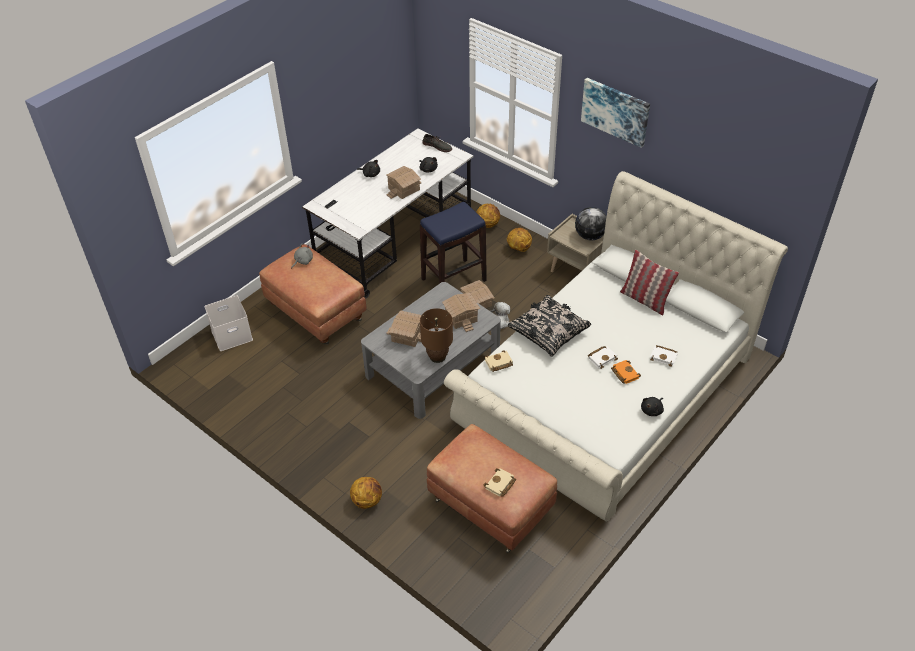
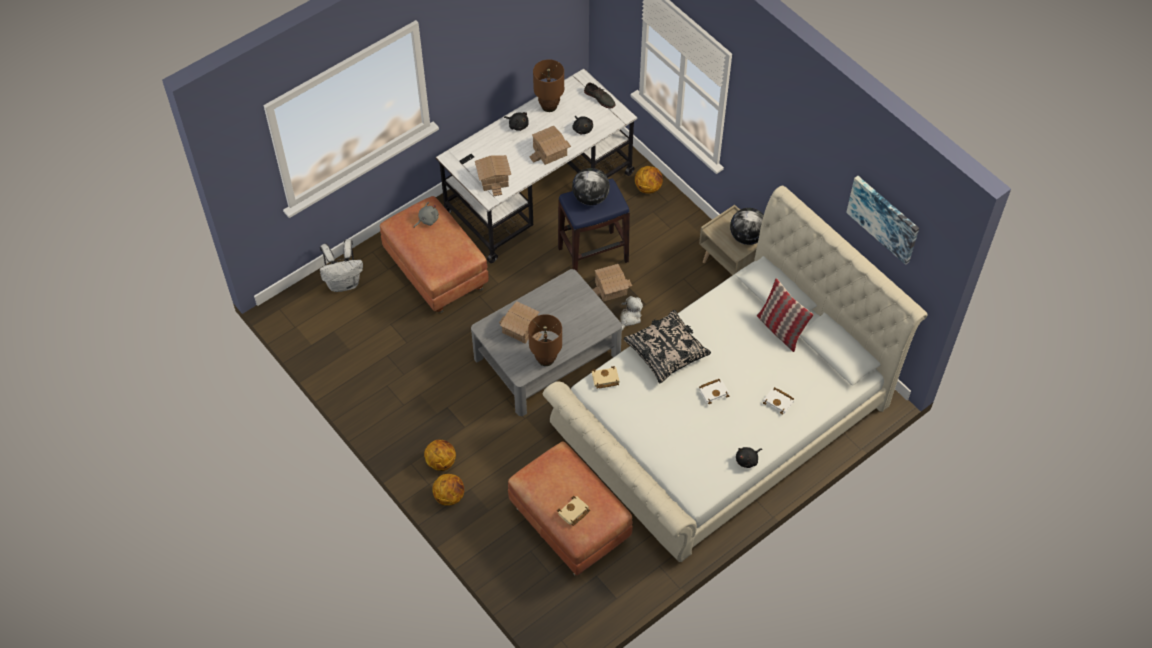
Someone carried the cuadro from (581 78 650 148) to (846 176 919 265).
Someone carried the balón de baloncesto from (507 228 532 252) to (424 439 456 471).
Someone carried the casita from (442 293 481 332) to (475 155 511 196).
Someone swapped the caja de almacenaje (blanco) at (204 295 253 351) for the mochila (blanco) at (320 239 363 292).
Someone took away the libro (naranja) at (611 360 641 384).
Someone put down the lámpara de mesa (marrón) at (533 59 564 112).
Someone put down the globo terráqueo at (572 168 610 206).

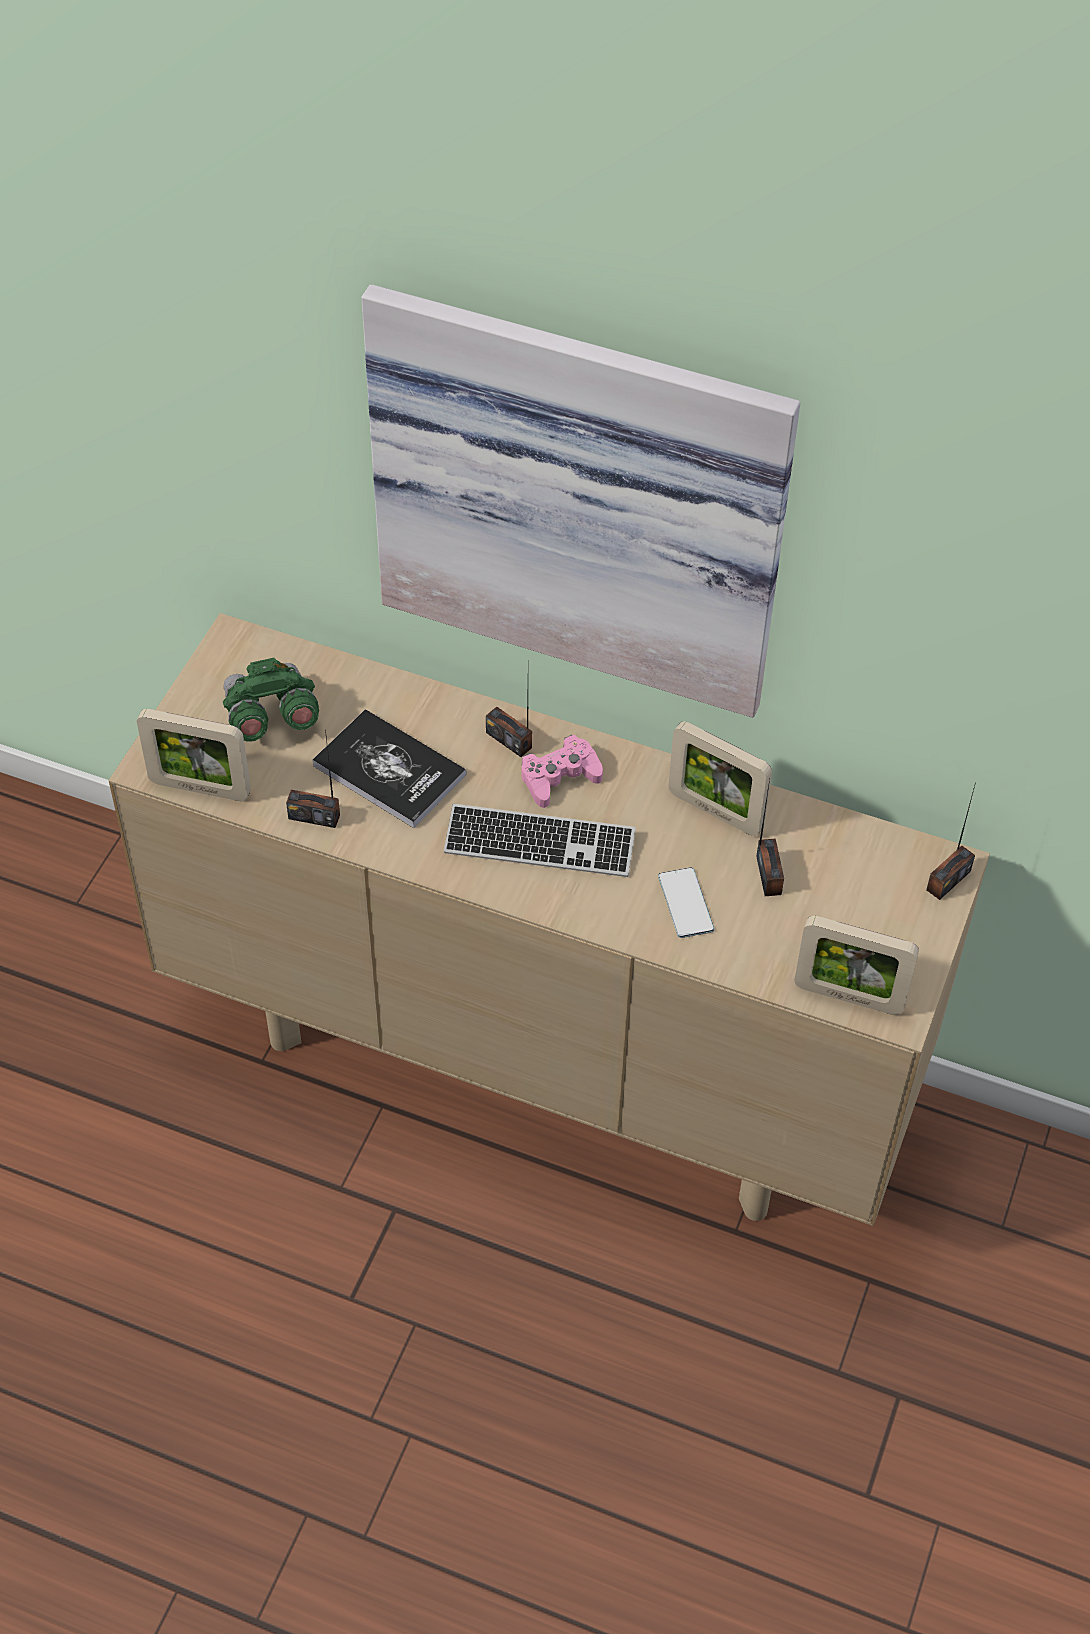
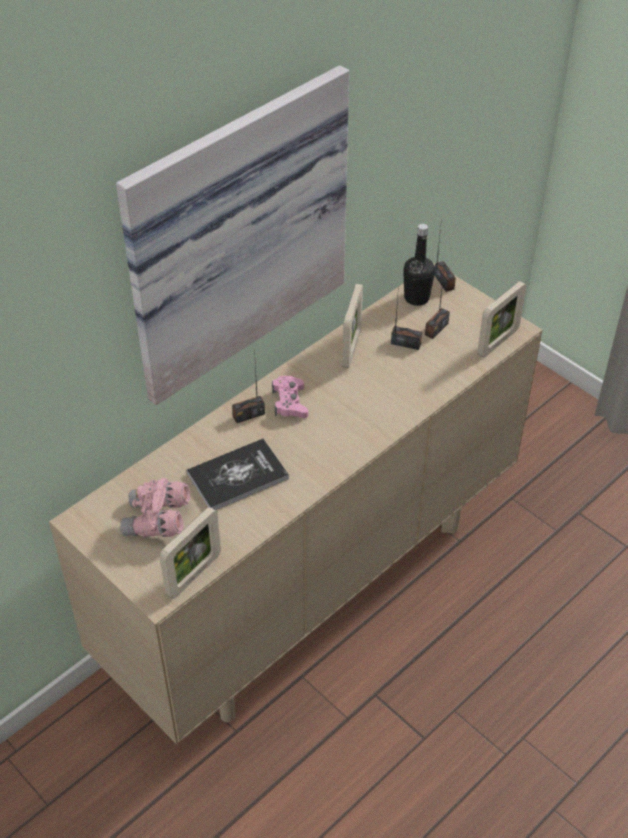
Someone repainted the prismáticos (verde) at (223 658 319 742), which became the prismáticos (rosa) at (120 478 190 537).
Someone rotated the portarretratos at (668 721 772 836) by 45 degrees counterclockwise.
Someone carried the radio from (286 730 340 828) to (425 263 450 339).
Someone took away the teclado at (444 804 636 877).
Someone took away the móvil at (658 867 714 938).
Someone put down the botella (negro) at (403 224 435 306).

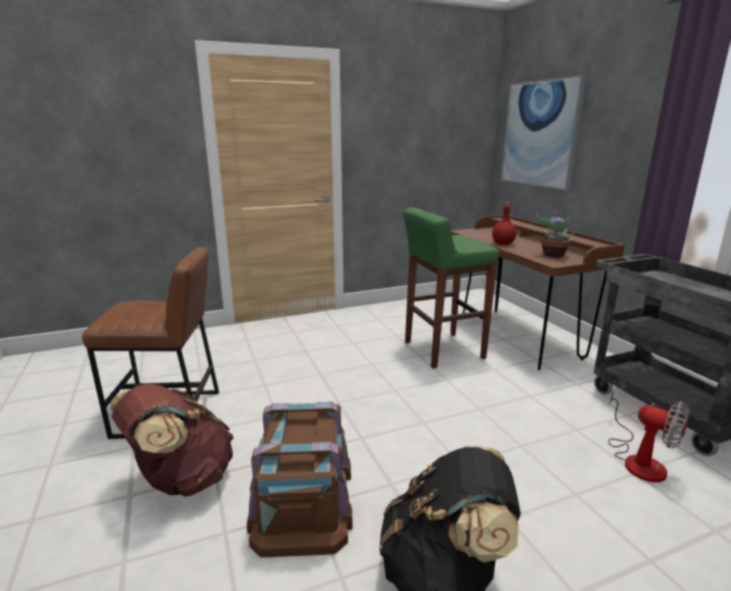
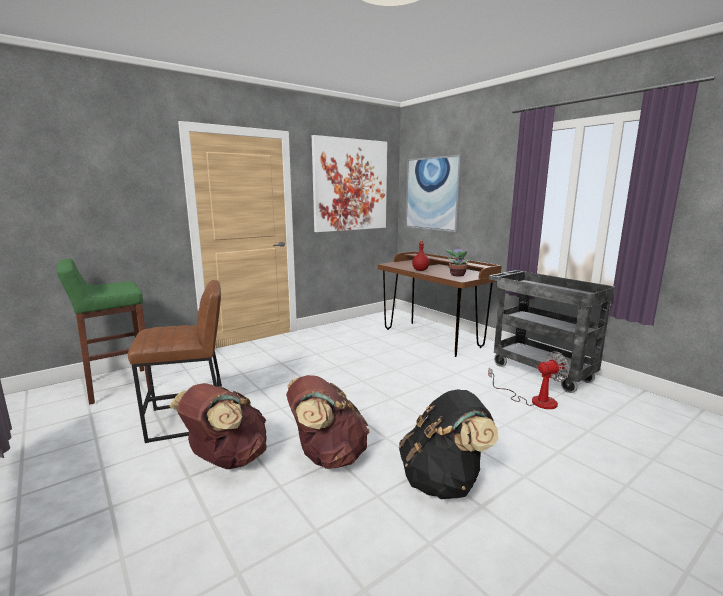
Someone carried the taburete (verde) from (403 207 499 368) to (57 259 150 405).
Someone rotated the ventilador at (608 391 690 482) by 45 degrees counterclockwise.
Someone swapped the caja de almacenaje (marrón) at (247 402 353 557) for the mochila (marrón) at (286 375 370 469).
Someone put up the cuadro at (312 135 387 232).

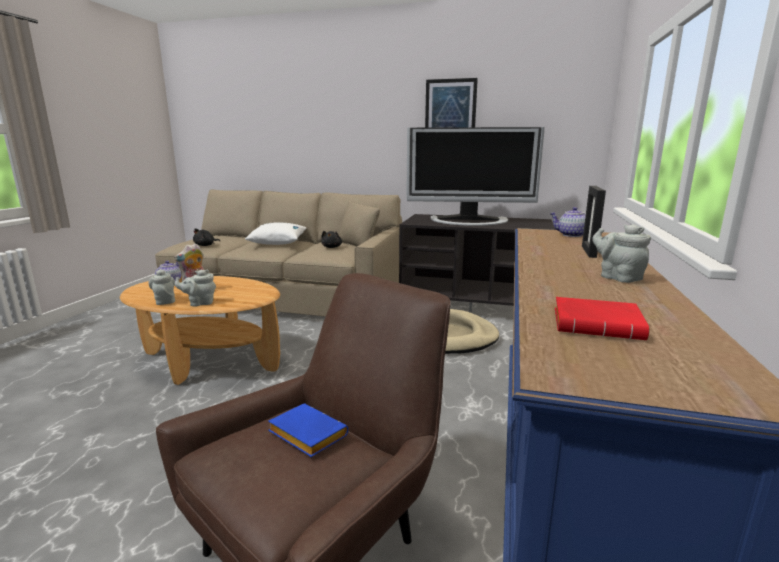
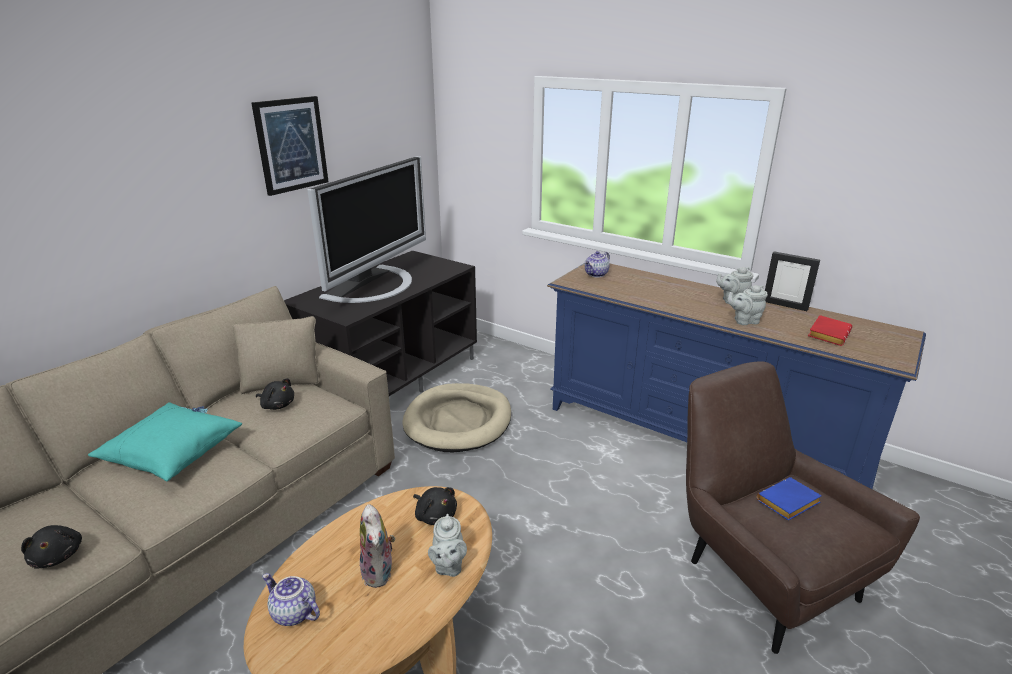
Someone carried the portarretratos from (582 186 606 258) to (765 251 820 311).
Someone repainted the cojín (blanco) at (245 222 306 245), which became the cojín (turquesa) at (88 402 242 482).
Someone carried the tetera (gris) from (149 269 175 305) to (727 285 768 325).
Someone put down the peluche (negro) at (413 487 457 525).

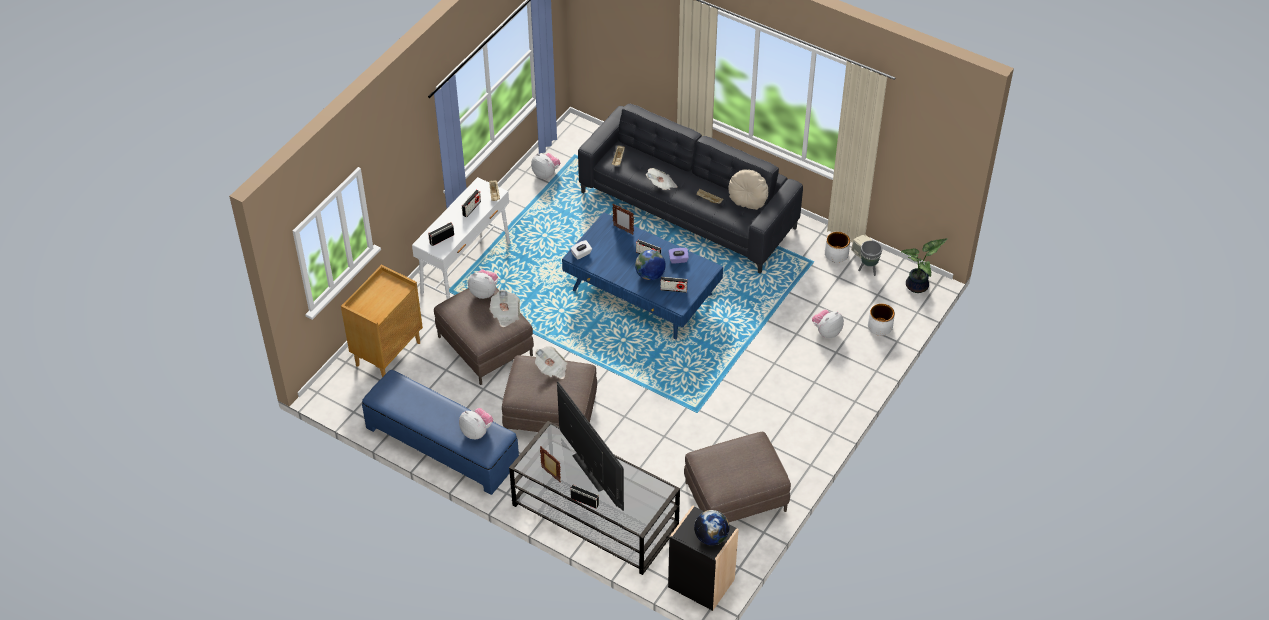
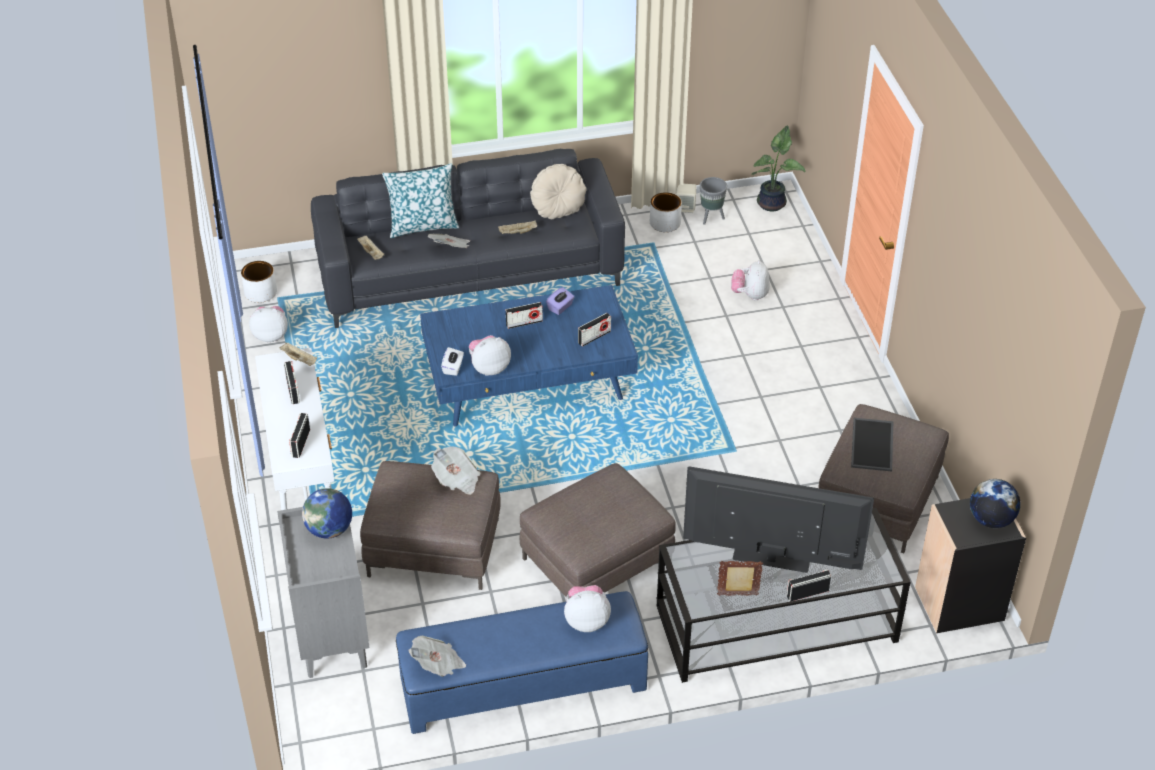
Someone took away the portarretratos at (612 204 634 235).
Someone carried the globo terráqueo from (635 250 666 280) to (302 488 352 538).
Someone repainted the armario (marrón) at (341 264 423 377), which became the armario (gris) at (277 507 370 678).
Someone carried the peluche from (468 269 498 299) to (469 335 511 376).
Someone carried the maceta (blanco) from (868 303 895 336) to (241 261 277 303).
Someone carried the periódico from (535 346 568 379) to (408 635 466 677).
Someone put down the cojín at (382 163 459 238).
Someone put down the bandeja at (851 418 893 472).

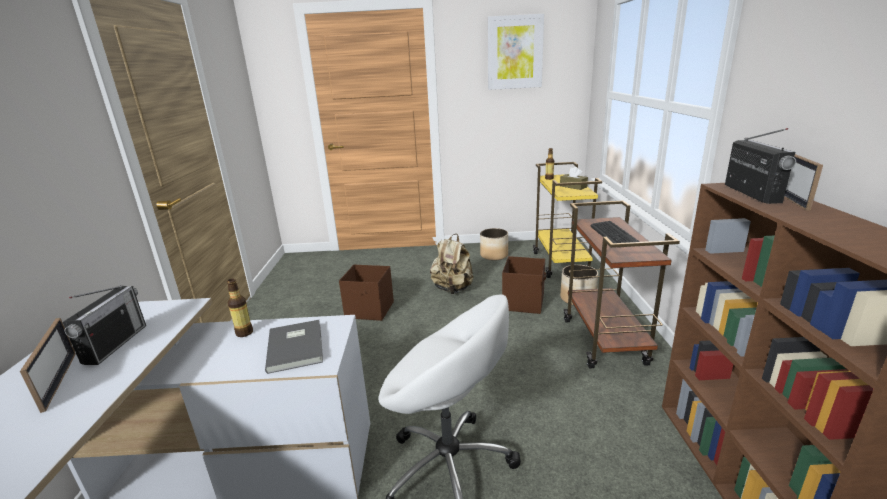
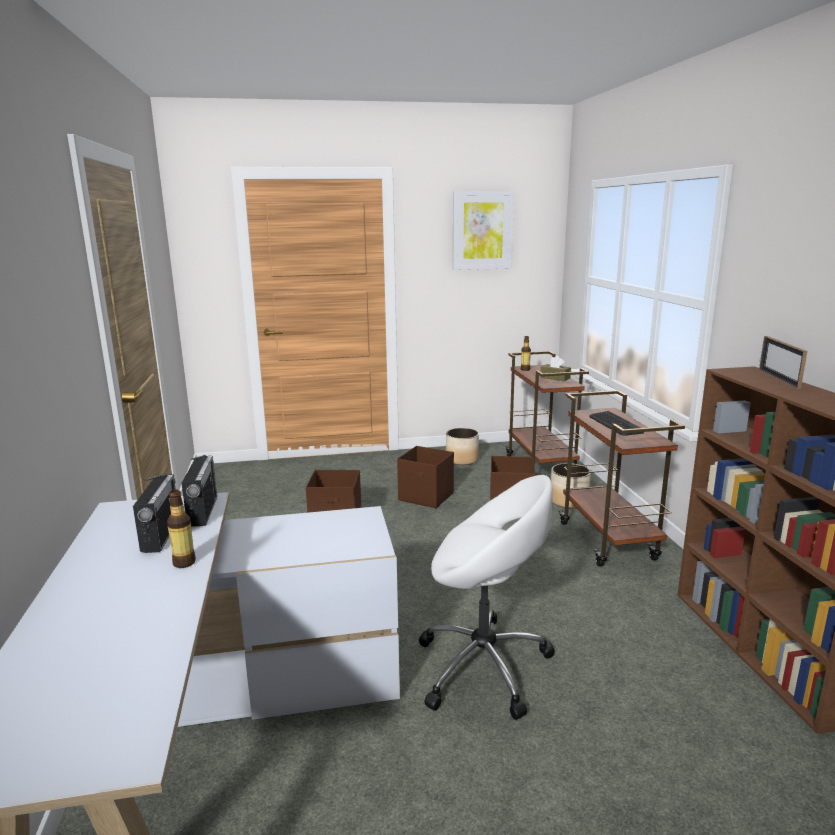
Someone carried the radio from (725 128 796 204) to (181 455 217 527).
Someone repainted the carrito (amarillo) at (533 162 602 278), which became the carrito (marrón) at (505 351 589 466).
Someone swapped the mochila (beis) at (430 234 474 294) for the caja de almacenaje (marrón) at (397 446 454 508).
Someone carried the botella from (227 279 253 337) to (167 490 196 568).
Someone took away the portarretratos at (20 318 76 413).
Someone took away the libro (gris) at (265 320 323 374).

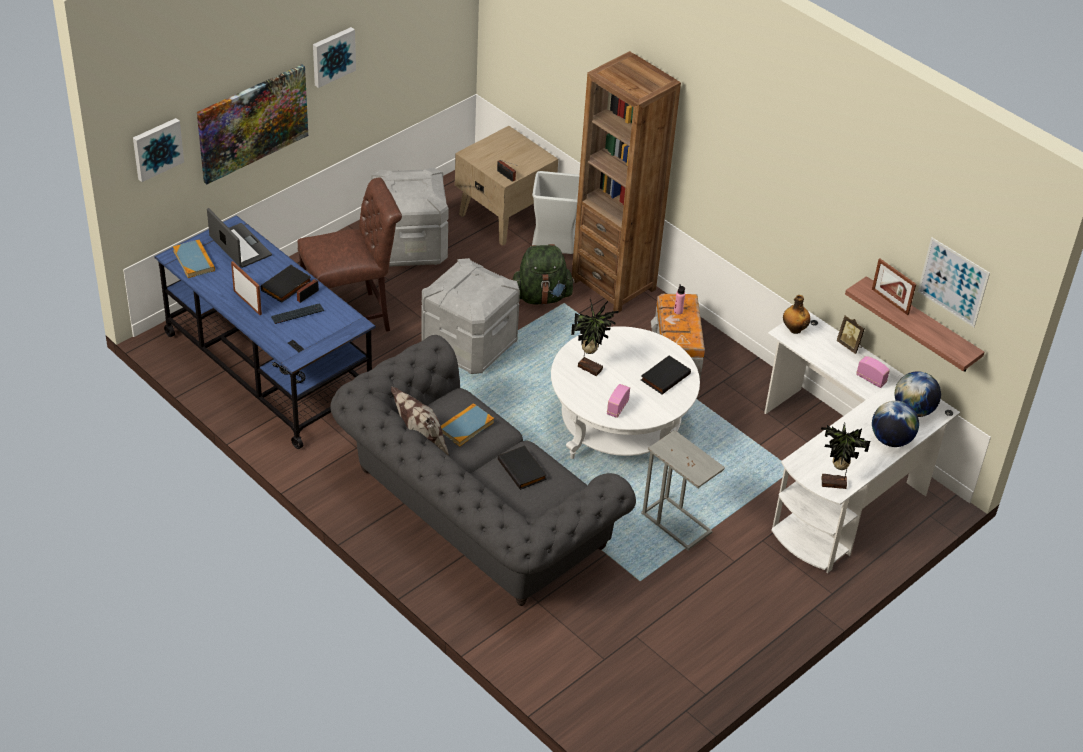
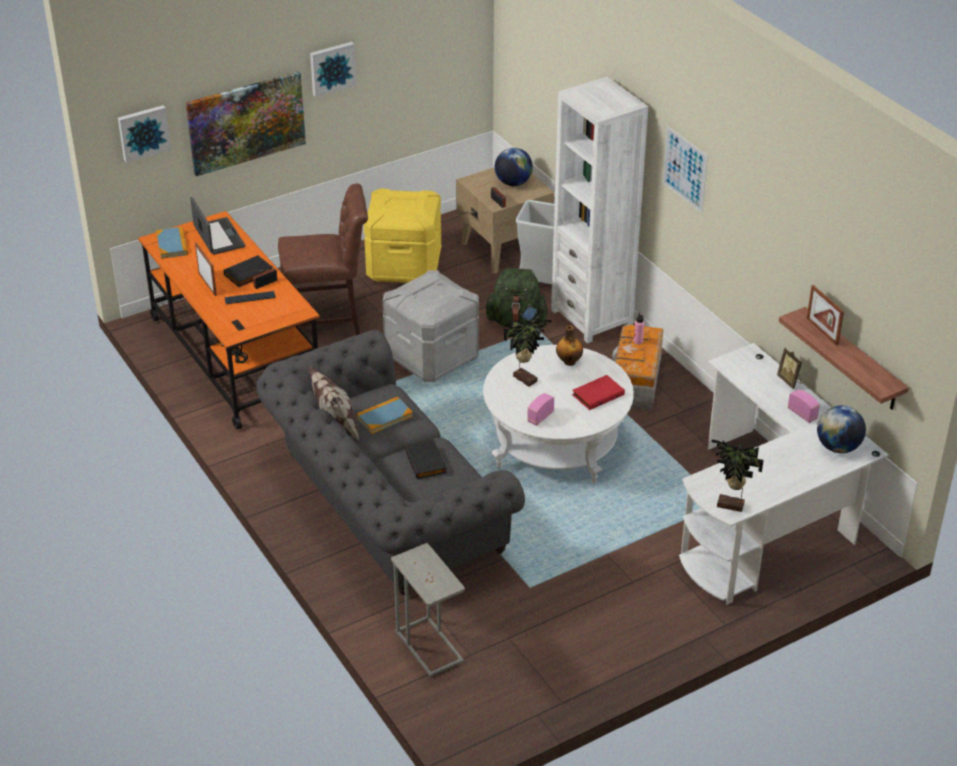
Someone repainted the estantería (marrón) at (572 51 681 312), which became the estantería (blanco) at (551 77 648 343).
Someone repainted the caja de almacenaje (gris) at (371 167 449 267), which became the caja de almacenaje (amarillo) at (364 188 441 283).
Someone repainted the escritorio (azul) at (154 215 375 449), which became the escritorio (naranja) at (138 211 320 430).
Someone carried the cuadro from (918 237 990 327) to (663 126 708 213).
Someone carried the botella from (783 295 810 334) to (556 325 583 366).
Someone repainted the libro (negro) at (641 355 691 394), which became the libro (rojo) at (572 375 625 410).
Someone carried the globo terráqueo from (872 401 919 447) to (495 148 533 186).
Someone carried the mesa auxiliar (gris) from (641 430 725 550) to (391 543 465 677).

